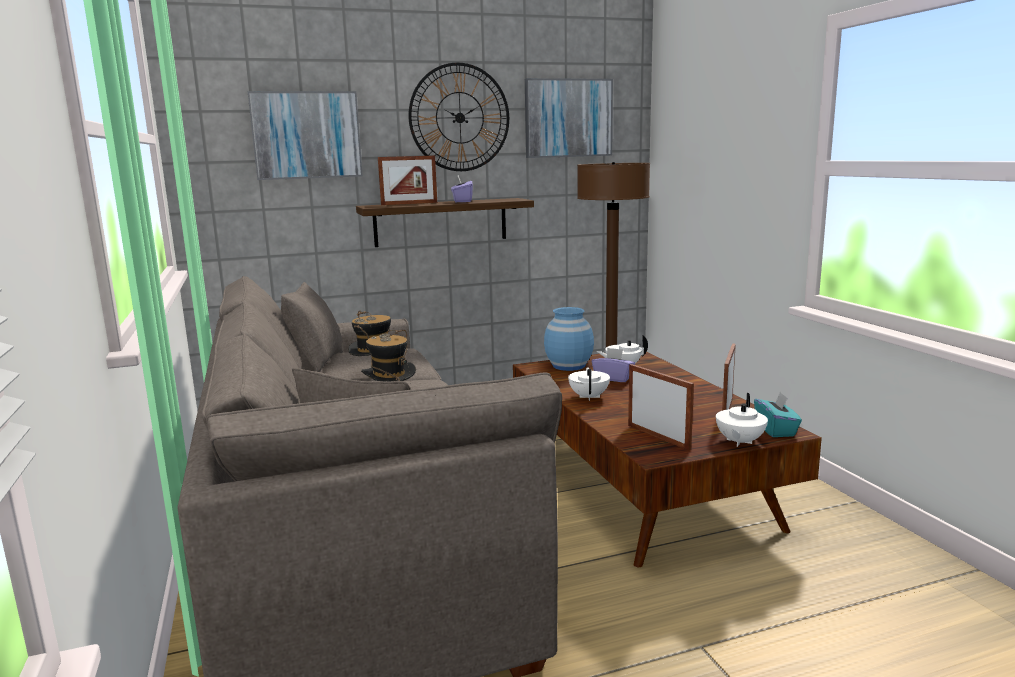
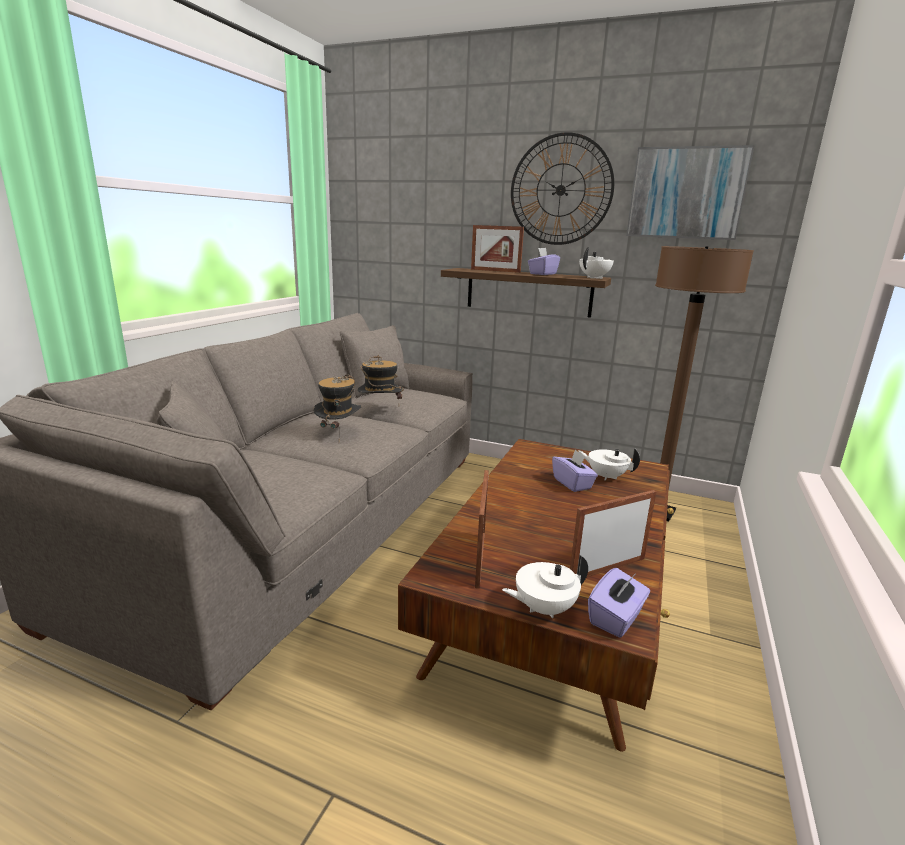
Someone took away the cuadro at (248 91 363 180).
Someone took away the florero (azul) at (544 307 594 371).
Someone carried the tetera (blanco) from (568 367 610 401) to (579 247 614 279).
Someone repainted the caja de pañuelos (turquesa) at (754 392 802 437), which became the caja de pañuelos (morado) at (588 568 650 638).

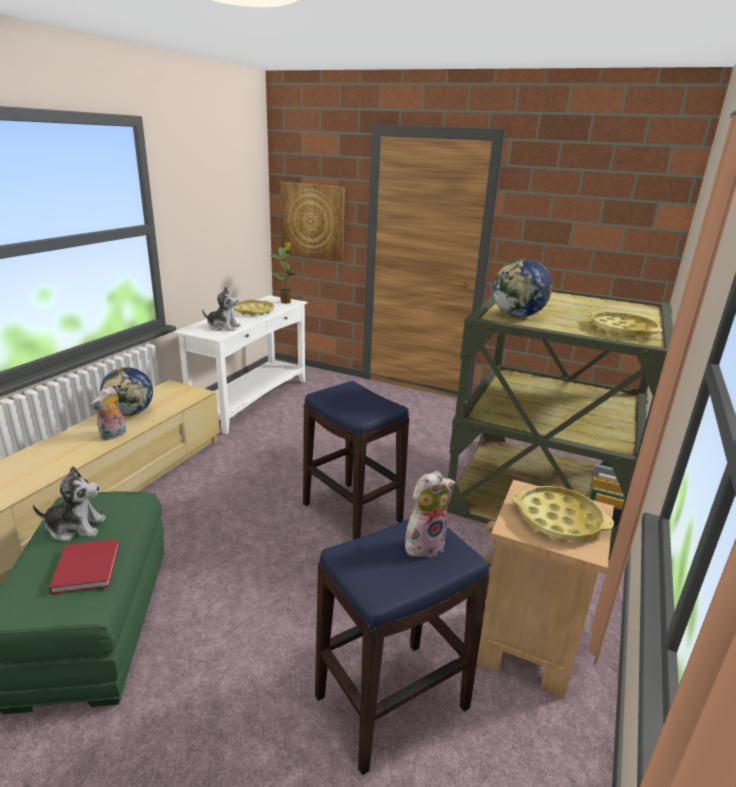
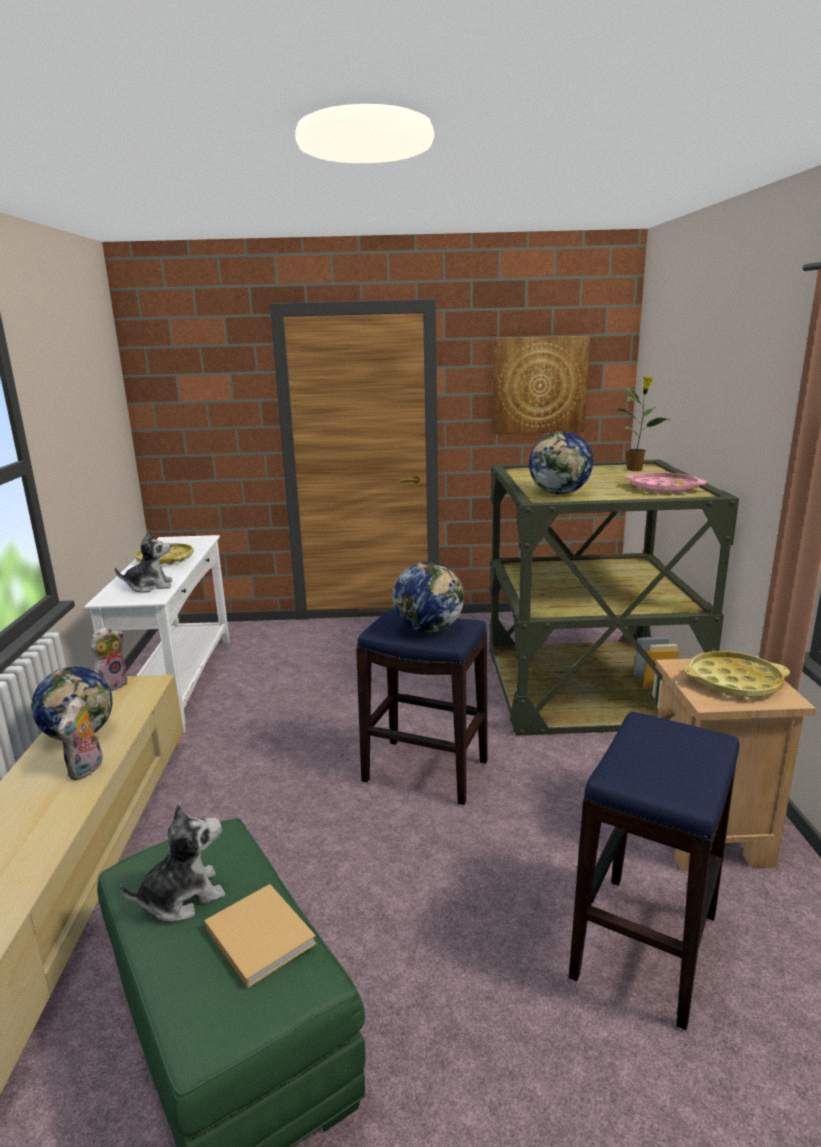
Someone carried the cuadro from (280 182 345 261) to (492 336 590 434).
Someone carried the planta en maceta from (268 242 300 304) to (616 376 670 471).
Someone repainted the bandeja (amarillo) at (590 311 663 338), which became the bandeja (rosa) at (625 472 707 494).
Someone carried the peluche from (405 471 455 557) to (91 626 128 691).
Someone repainted the libro (rojo) at (49 539 119 594), which became the libro (beis) at (204 884 316 988).
Someone put down the globo terráqueo at (393 562 464 633).

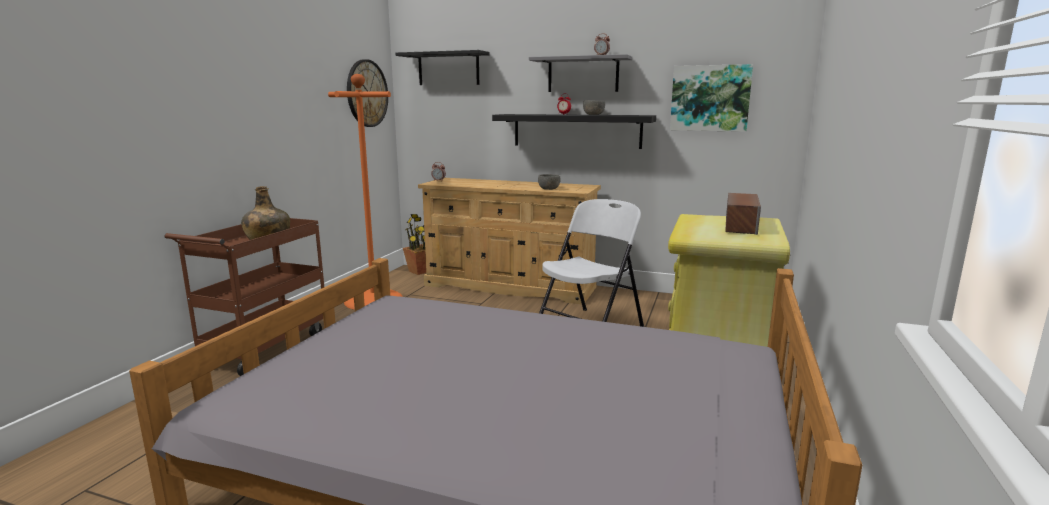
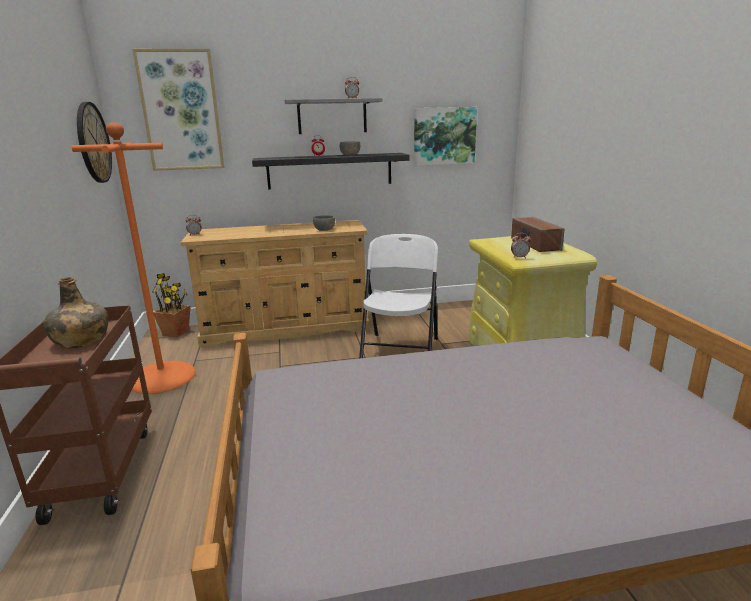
Someone swapped the estante (negro) at (396 50 489 85) for the cuadro at (132 49 225 171).
Someone put down the despertador at (511 233 531 259).

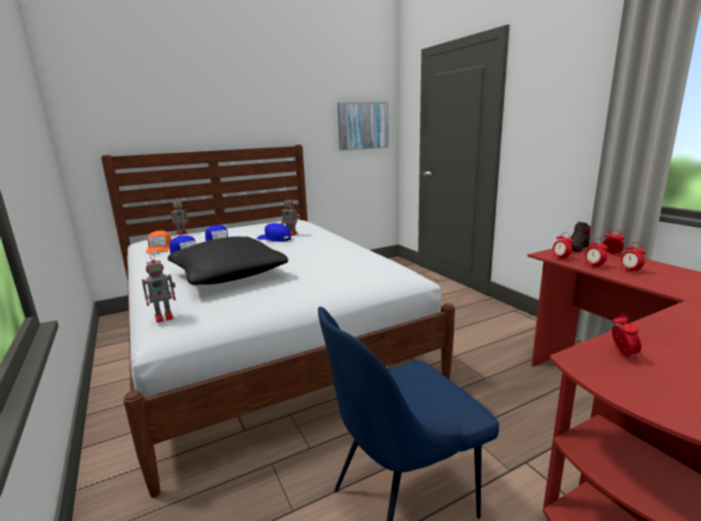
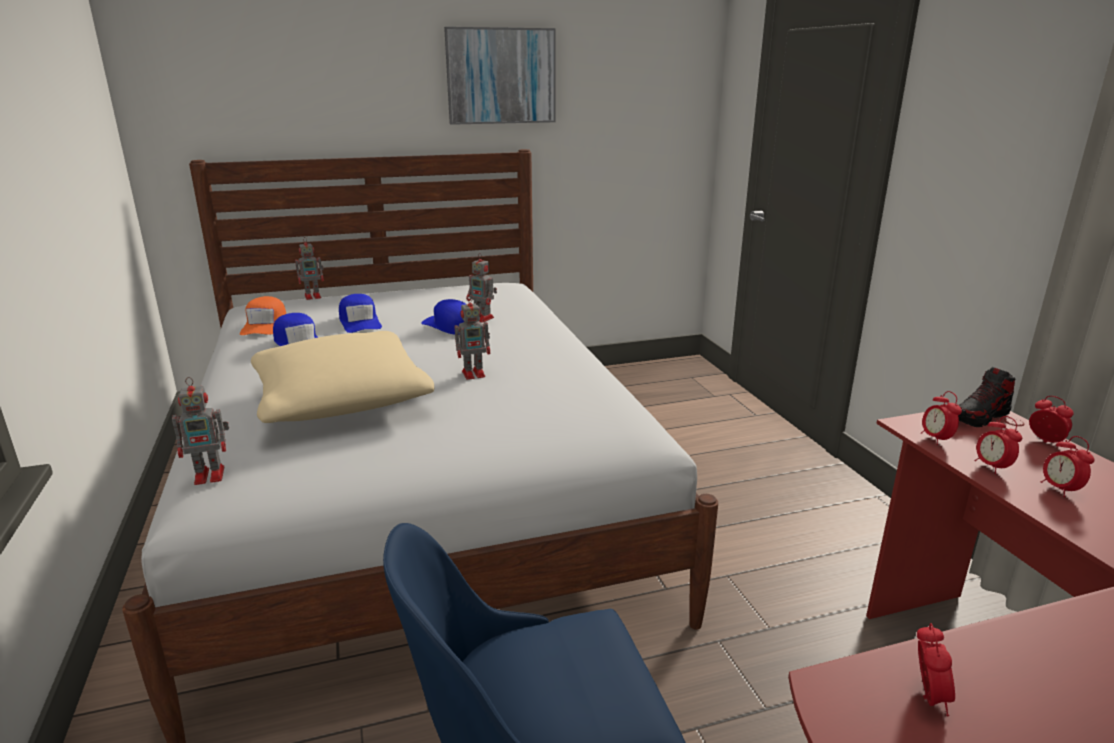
Someone carried the cuadro from (338 102 388 151) to (444 27 556 125).
Someone repainted the cojín (negro) at (168 236 288 285), which became the cojín (beis) at (251 331 434 423).
Someone put down the robot de juguete at (455 296 490 380).

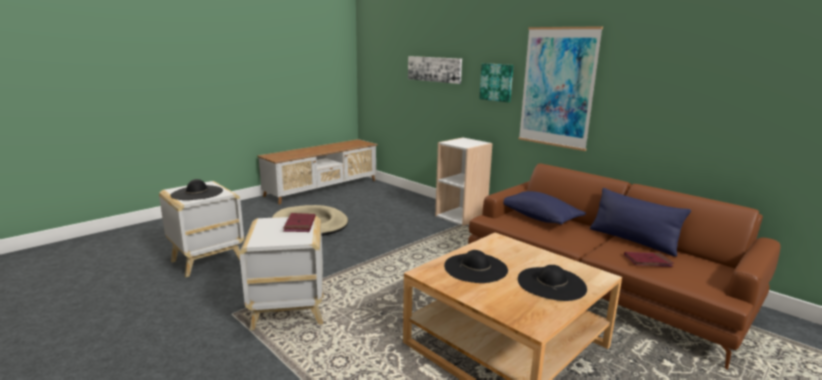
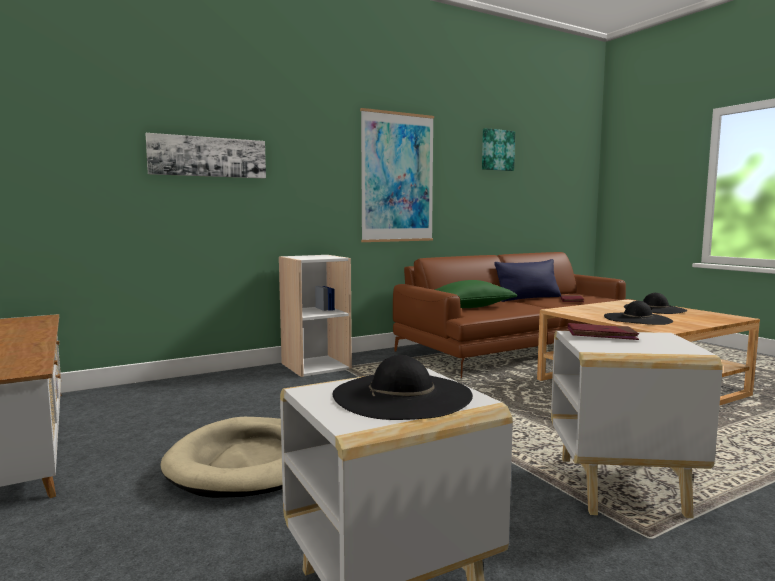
Someone carried the cuadro from (479 63 513 102) to (482 128 515 171).
Someone repainted the cojín (azul) at (503 191 586 224), which became the cojín (verde) at (435 280 517 308).

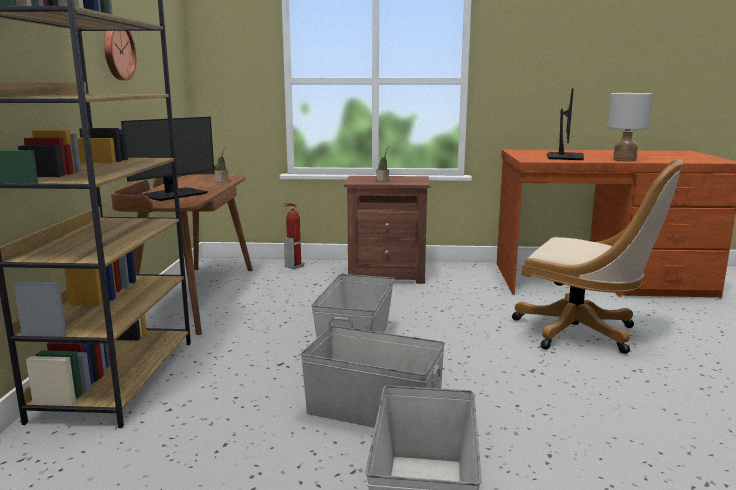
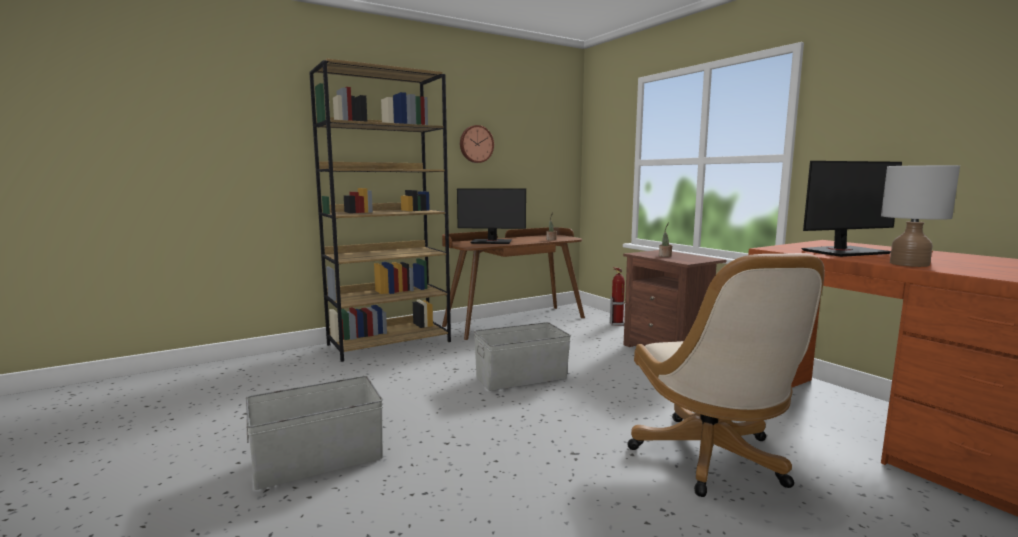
Someone took away the caja de almacenaje (gris) at (301 326 445 428).

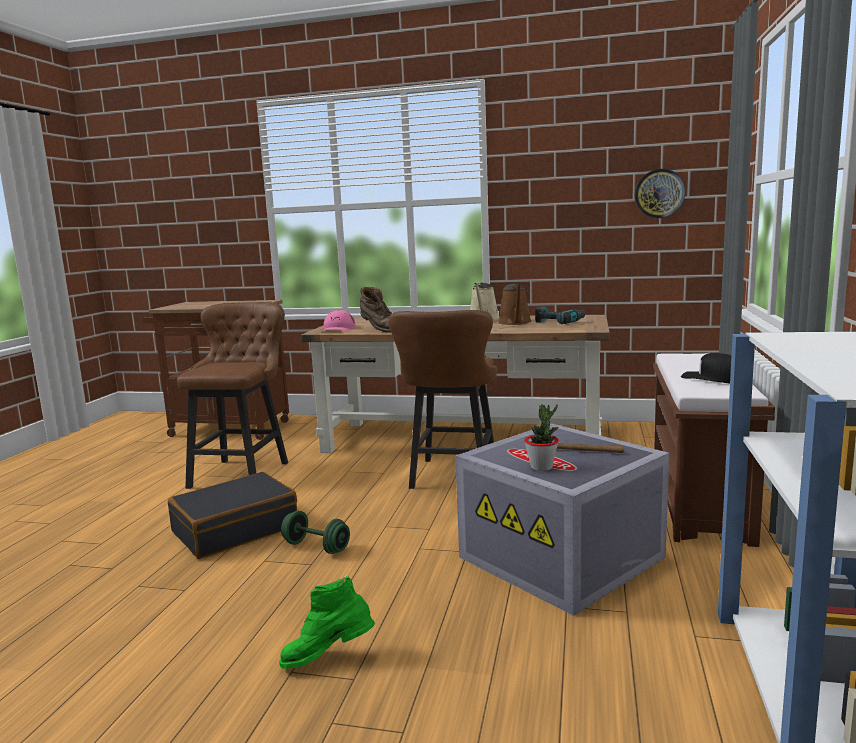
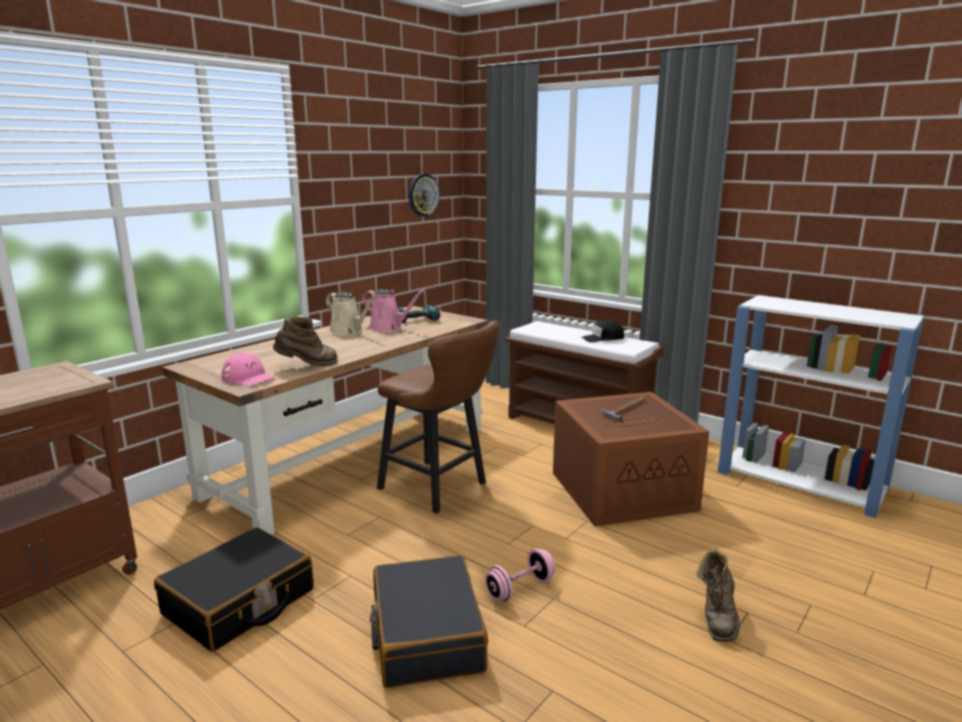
Someone repainted the regadera (marrón) at (498 283 531 325), which became the regadera (rosa) at (362 289 425 331).
Someone swapped the taburete (marrón) at (177 302 288 489) for the maleta (negro) at (154 527 314 652).
Someone took away the planta en maceta at (524 404 559 471).
Someone repainted the caja de almacenaje (gris) at (455 423 669 616), which became the caja de almacenaje (marrón) at (553 392 709 526).
Someone repainted the mancuerna (verde) at (281 511 350 554), which became the mancuerna (rosa) at (485 548 555 602).
Someone repainted the bota (verde) at (279 576 375 669), which became the bota (marrón) at (697 549 740 642).

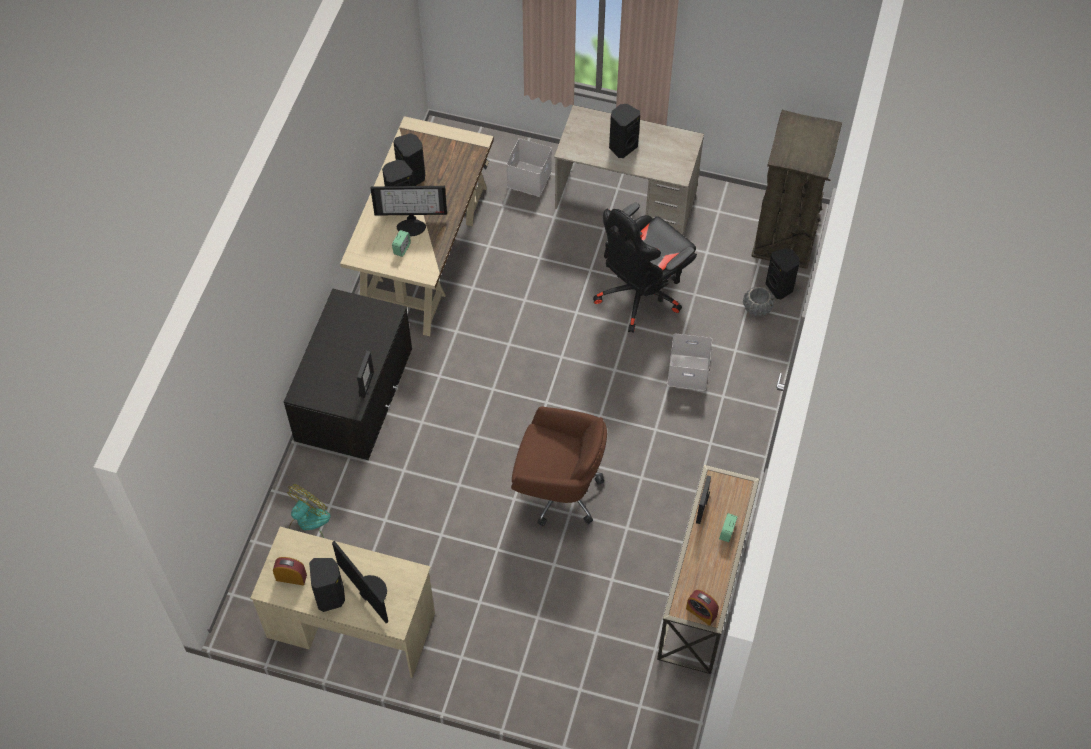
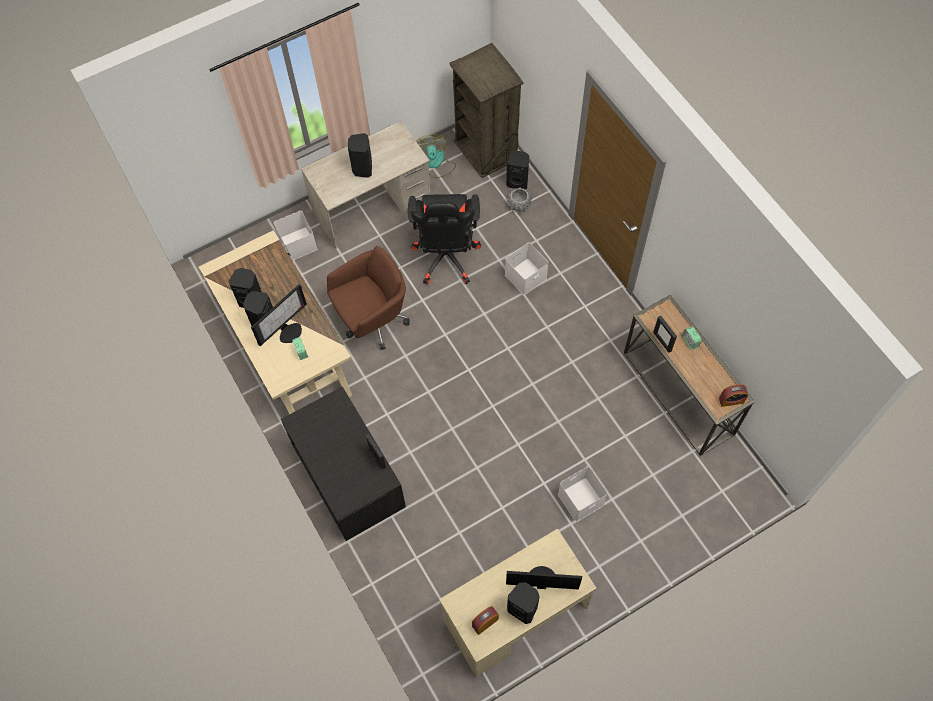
Someone carried the silla de oficina (marrón) from (511 407 607 526) to (327 246 410 350).
Someone carried the ventilador from (287 484 331 538) to (417 134 456 178).
Someone put down the caja de almacenaje (blanco) at (558 466 608 522).

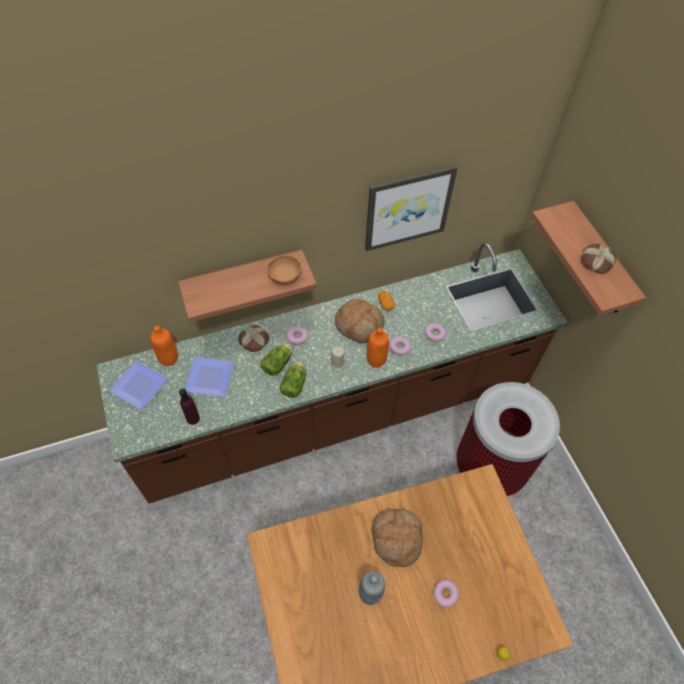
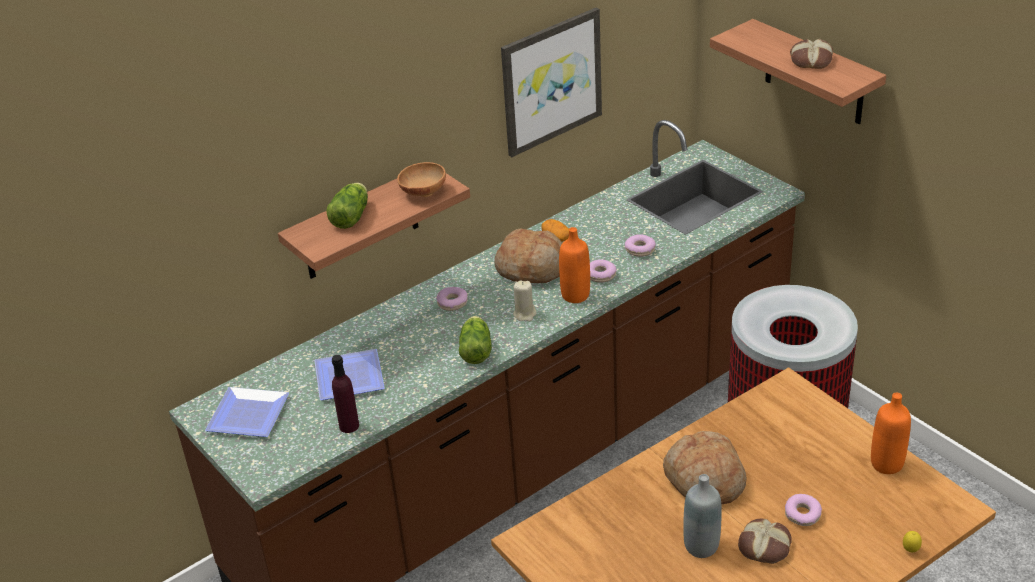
Someone carried the pan from (238 325 269 352) to (738 519 792 564).
Someone carried the botella (naranja) from (151 326 178 366) to (871 393 911 474).
Someone carried the lechuga from (260 343 292 376) to (326 183 368 229).

